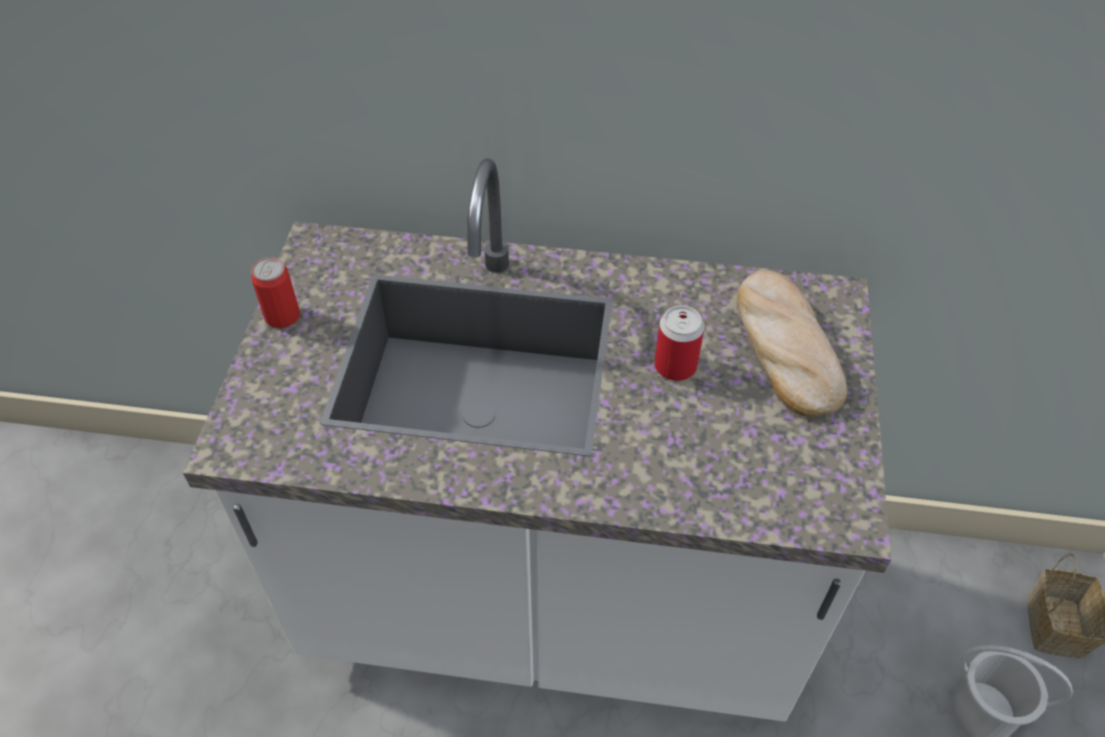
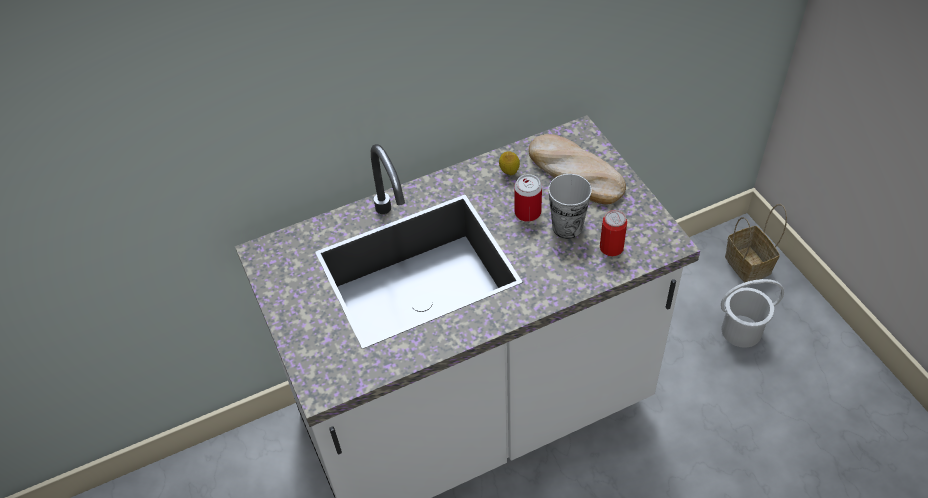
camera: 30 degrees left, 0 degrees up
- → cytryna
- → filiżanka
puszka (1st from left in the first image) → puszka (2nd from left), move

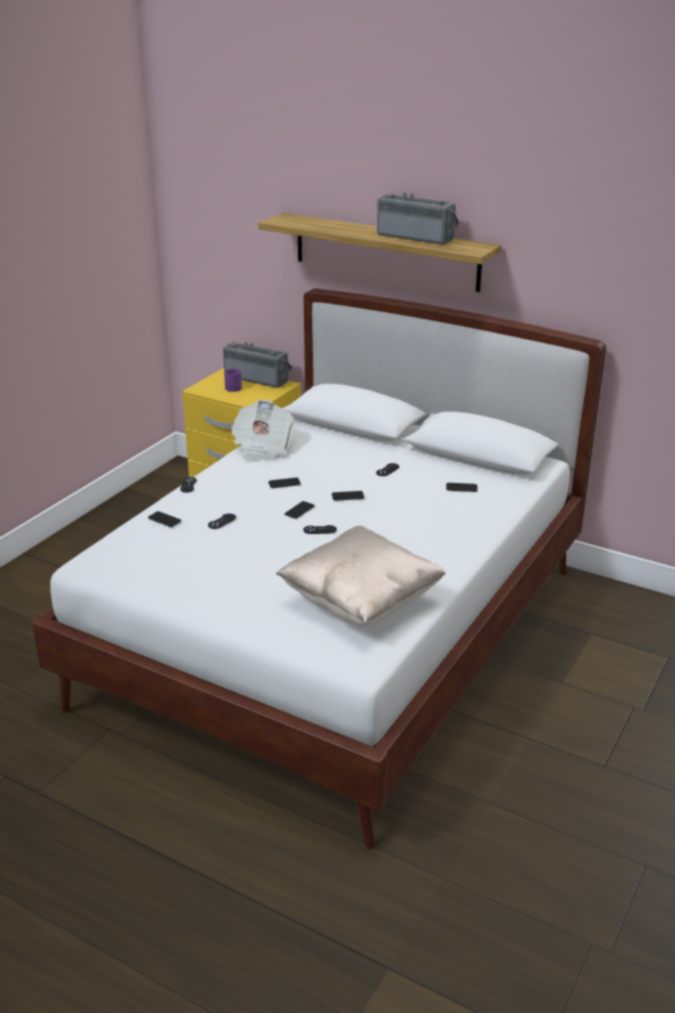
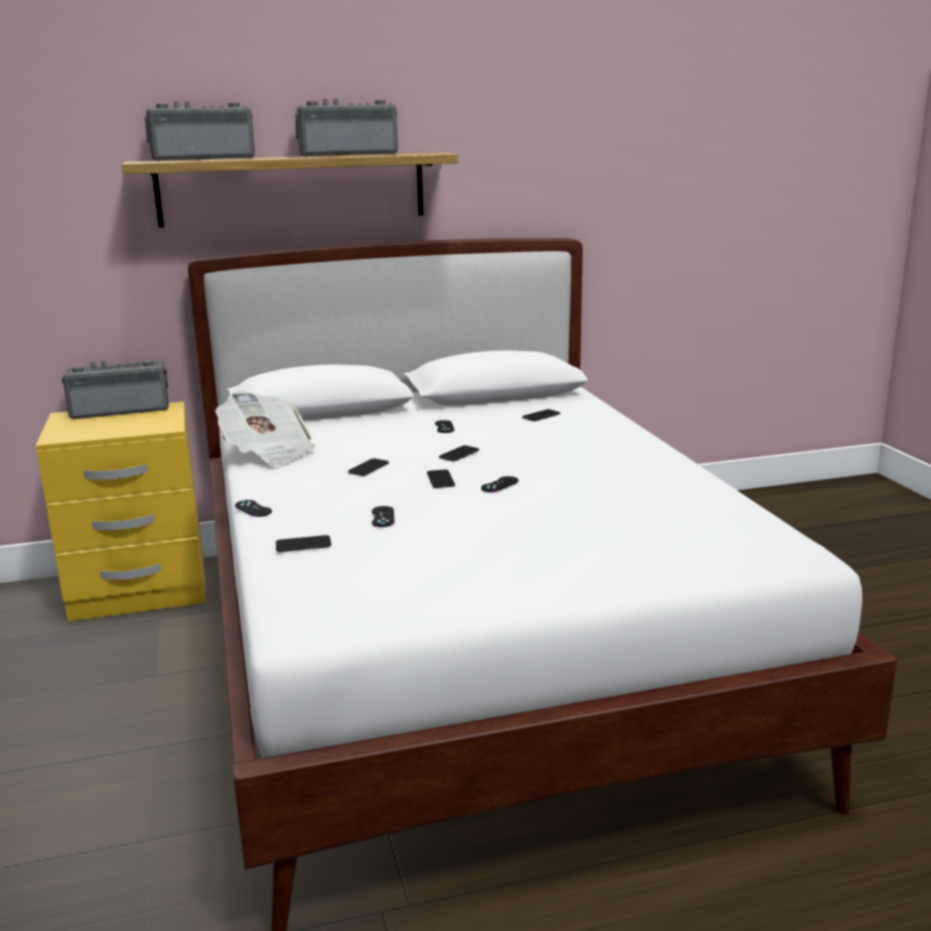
camera: 45 degrees left, 10 degrees down
kubek/fioletowy → -
poduszka/beżowy → -
- → radio (2nd from left)

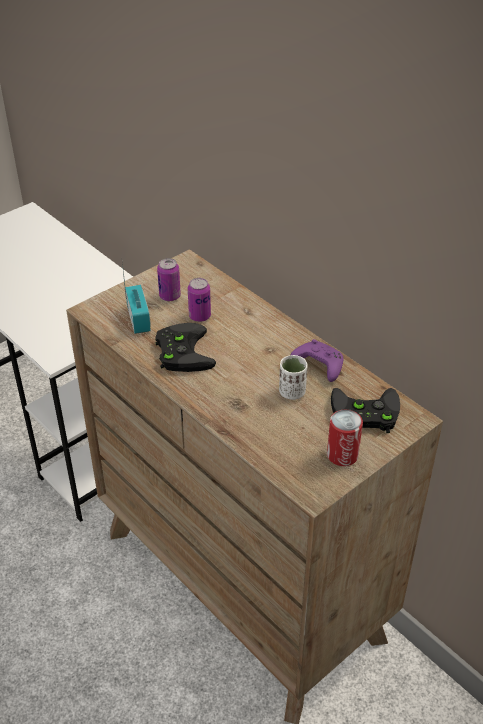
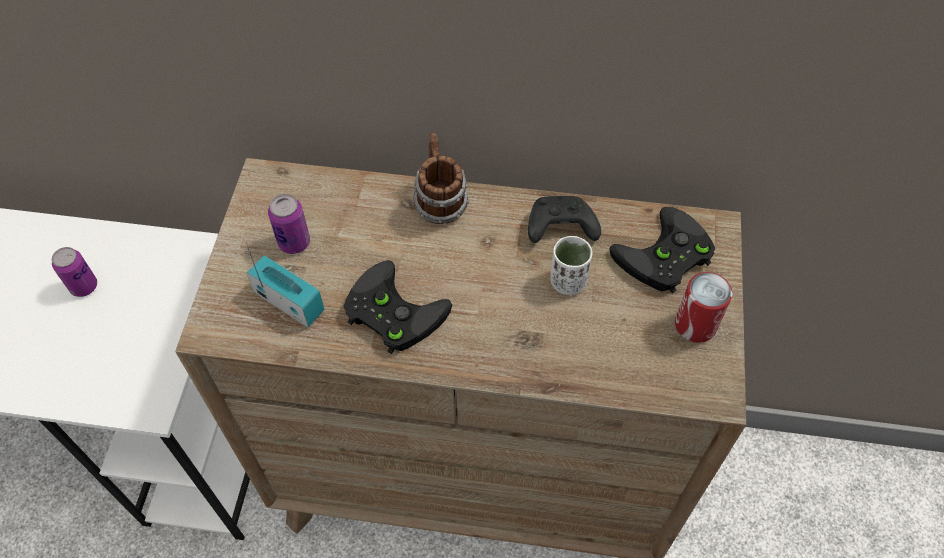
camera: 40 degrees left, 15 degrees up
- → kubek
puszka (2nd from left in the first image) → puszka (1st from left), move
pad do gier/fioletowy → pad do gier/czarny (2nd from left)

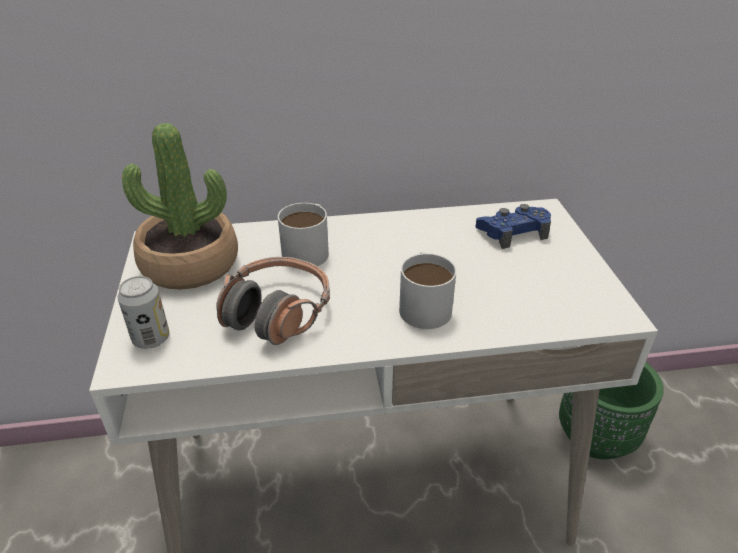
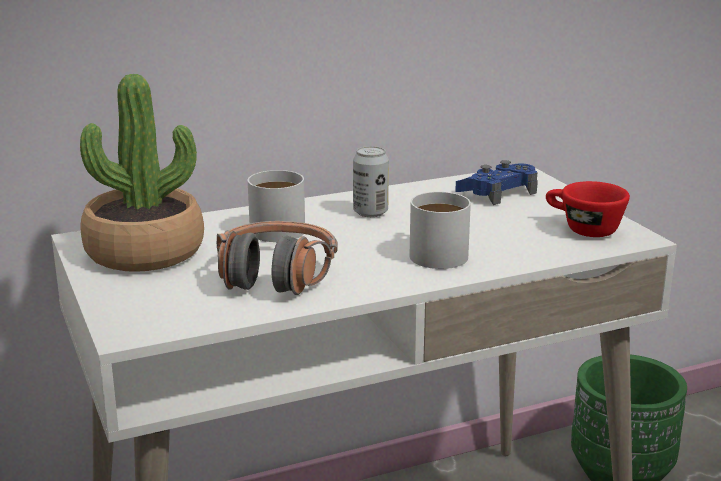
camera: 15 degrees left, 15 degrees down
- → filiżanka/czerwony
puszka, move

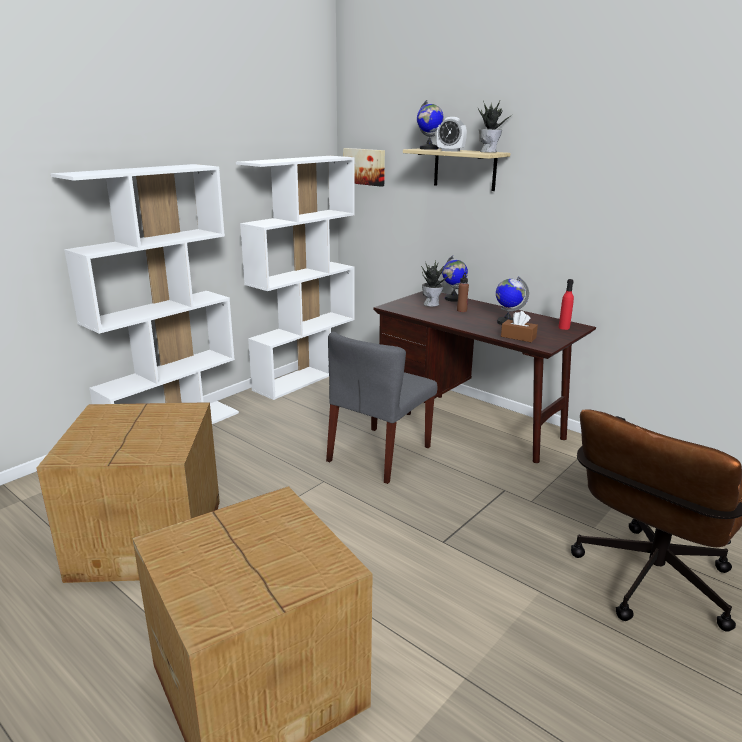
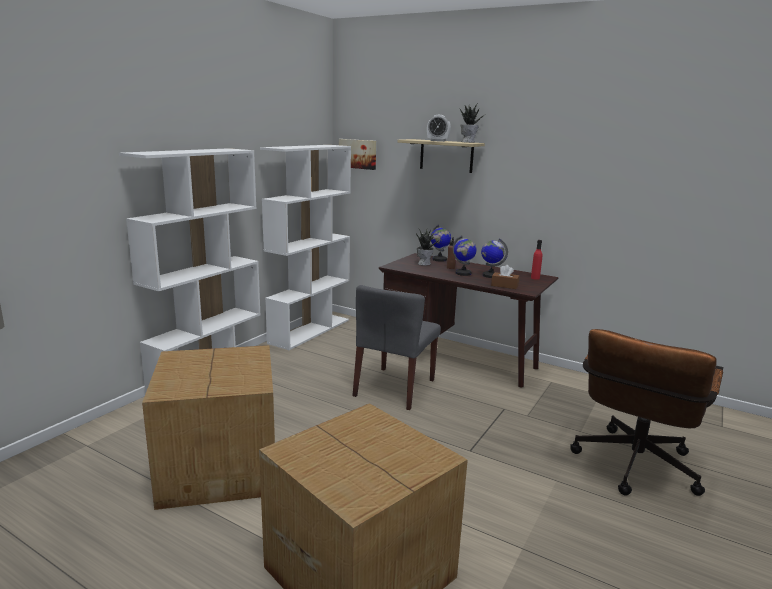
camera: 10 degrees left, 5 degrees down
globus (1st from left in the first image) → globus (2nd from left), move

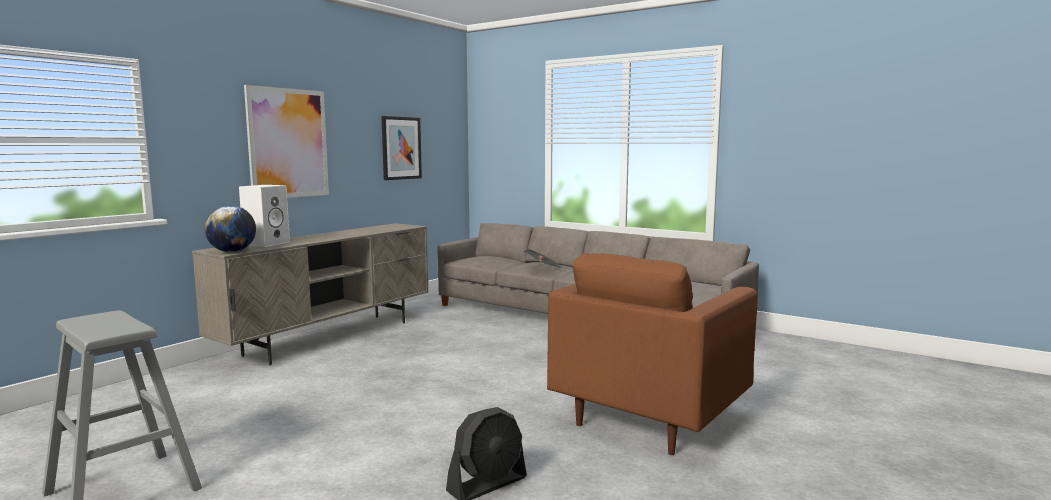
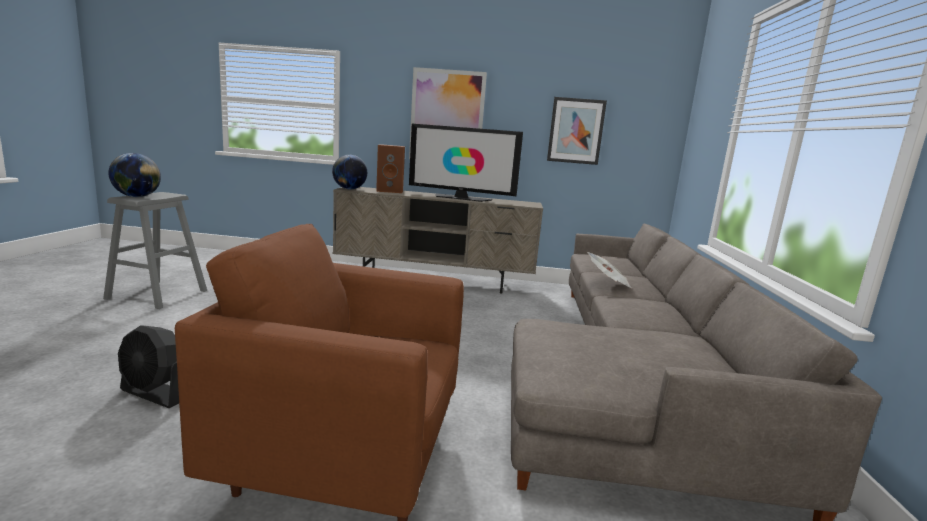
camera: 60 degrees right, 5 degrees up
- → globus (1st from left)
- → telewizor
głośnik/biały → głośnik/brązowy

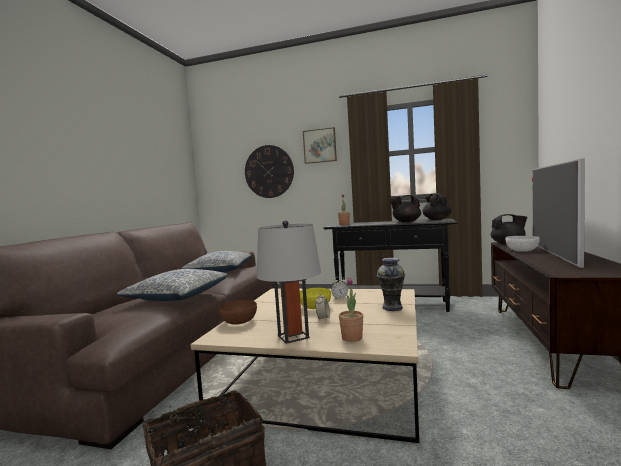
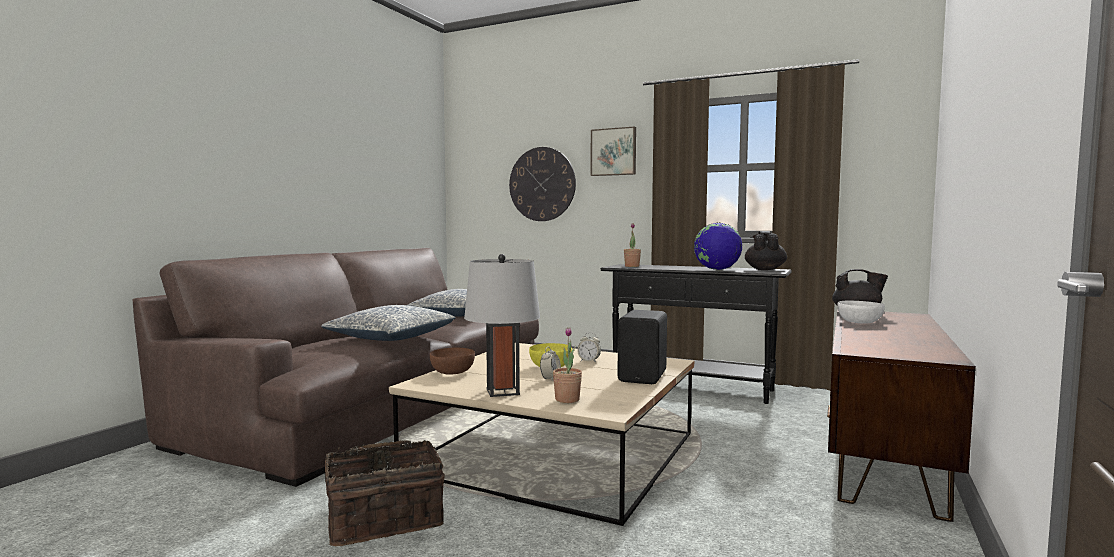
camera: 10 degrees right, 0 degrees up
telewizor → -
wazon → głośnik/czarny
imbryk/czarny (1st from left) → globus

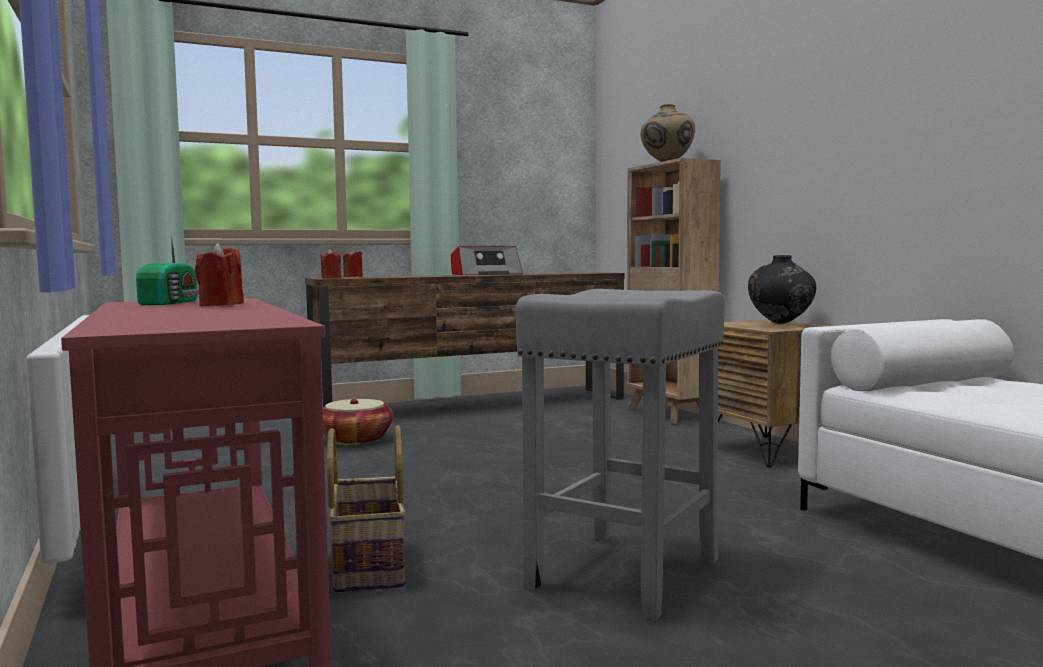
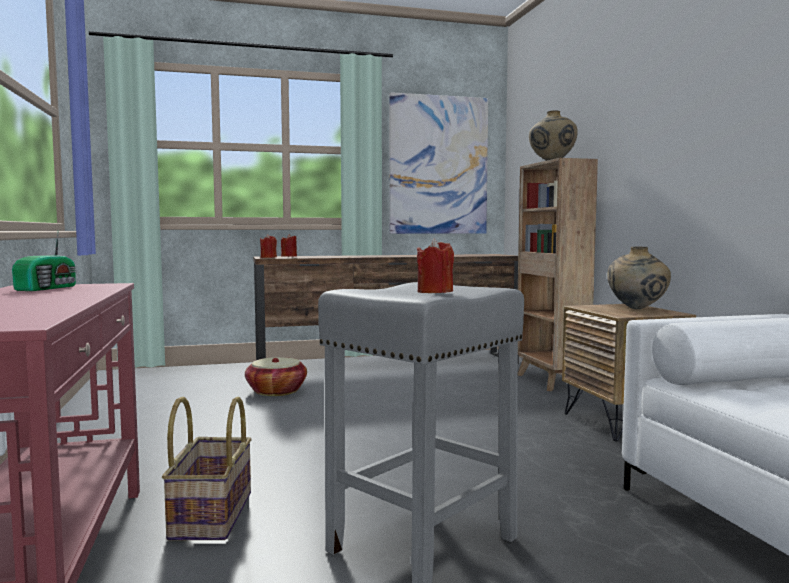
camera: 10 degrees right, 0 degrees up
radio (2nd from left) → -
- → obraz
świeca/czerwony (1st from left in the first image) → świeca/czerwony (3rd from left), move
wazon/czarny → wazon/beżowy (2nd from left)

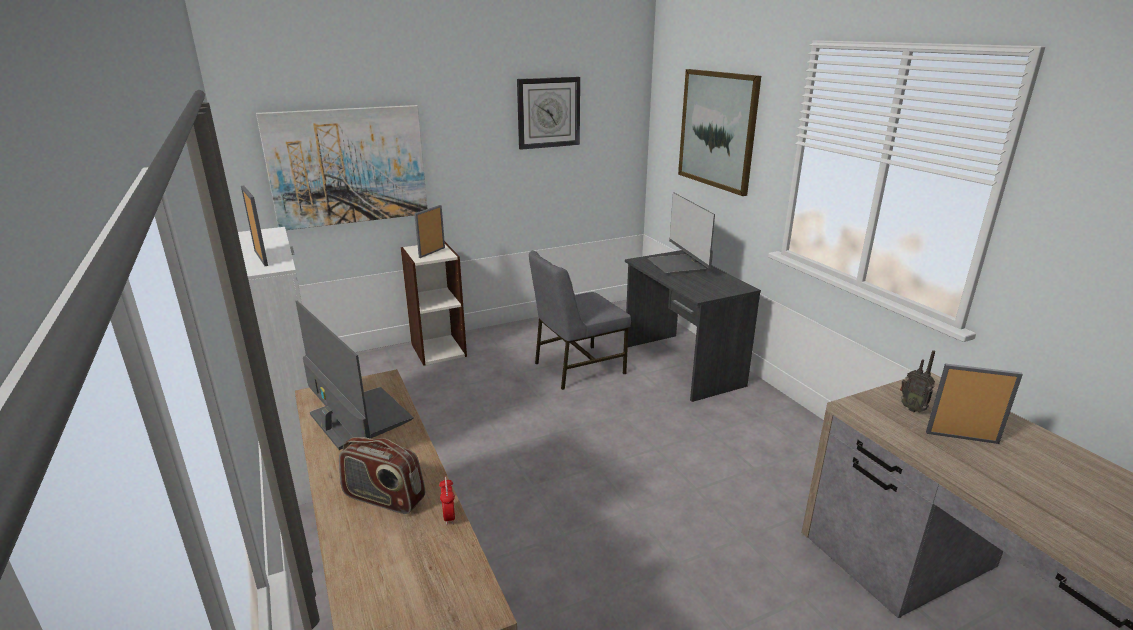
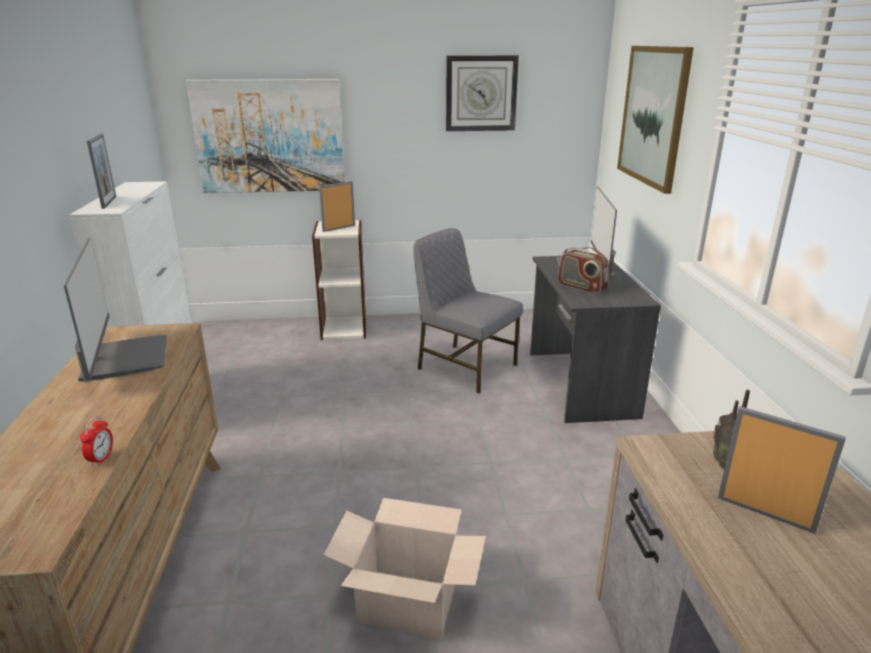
camera: 20 degrees right, 0 degrees up
- → karton
radio (1st from left), move
krzesło/szary, 45 degrees clockwise

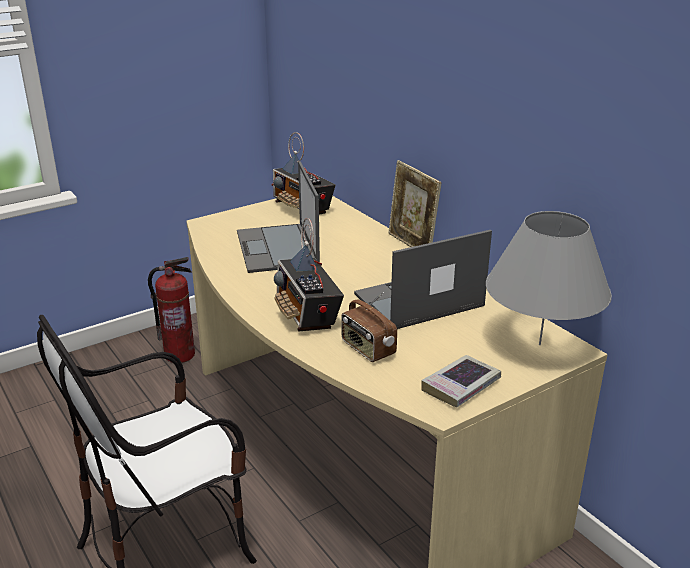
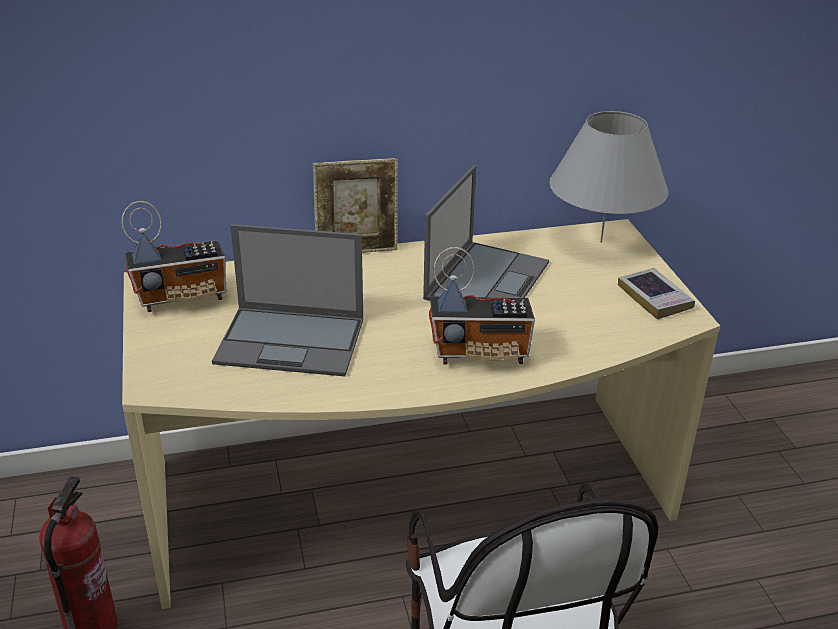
camera: 70 degrees left, 5 degrees up
radio (3rd from left) → -
laptop (2nd from left), 150 degrees counterclockwise

